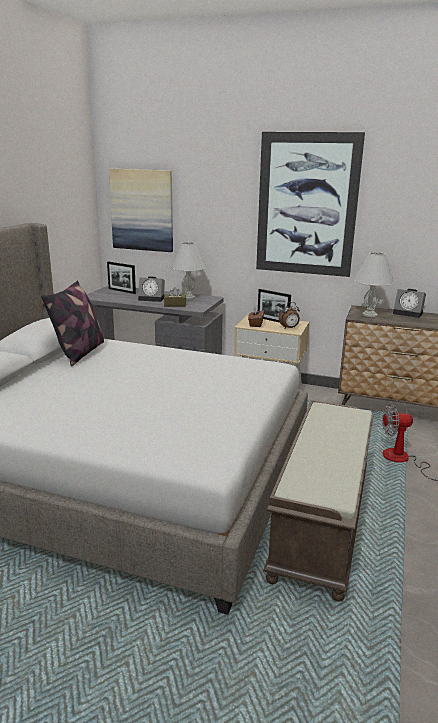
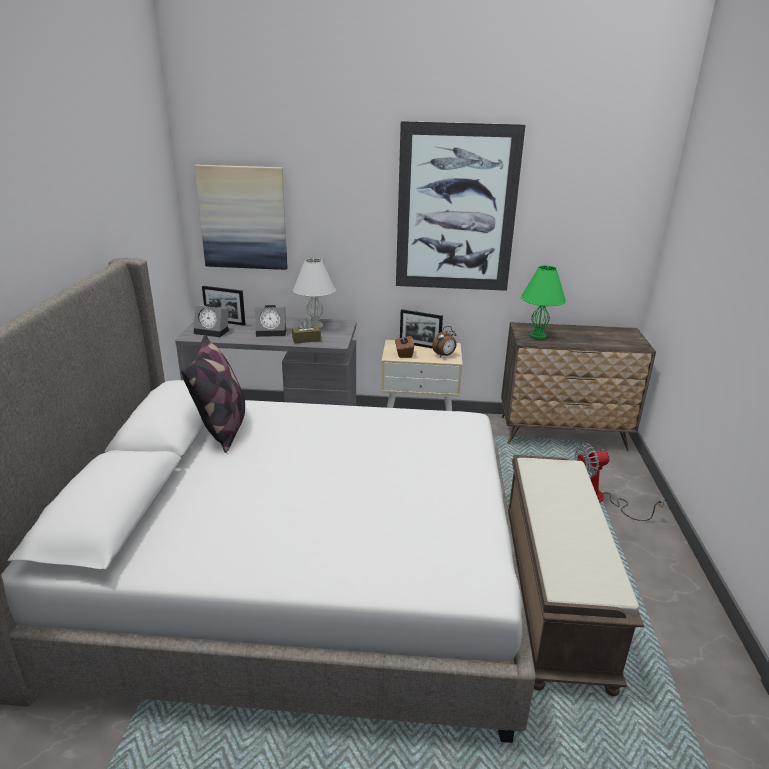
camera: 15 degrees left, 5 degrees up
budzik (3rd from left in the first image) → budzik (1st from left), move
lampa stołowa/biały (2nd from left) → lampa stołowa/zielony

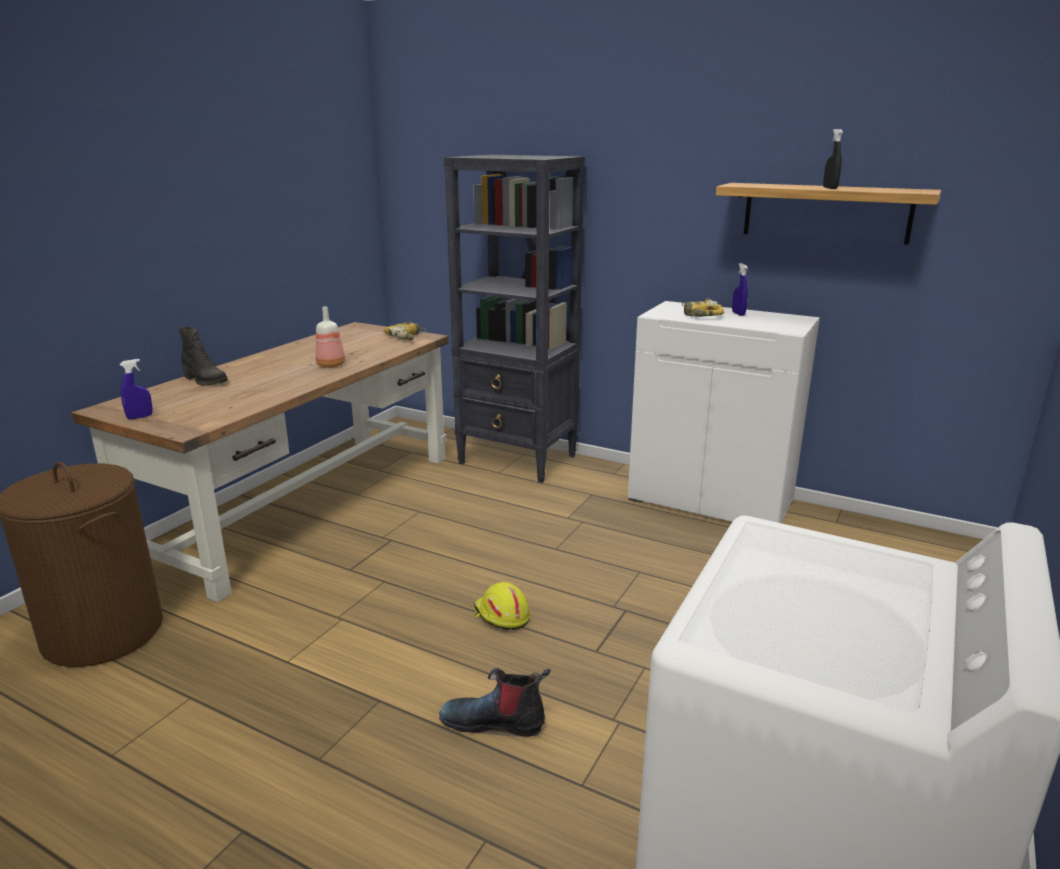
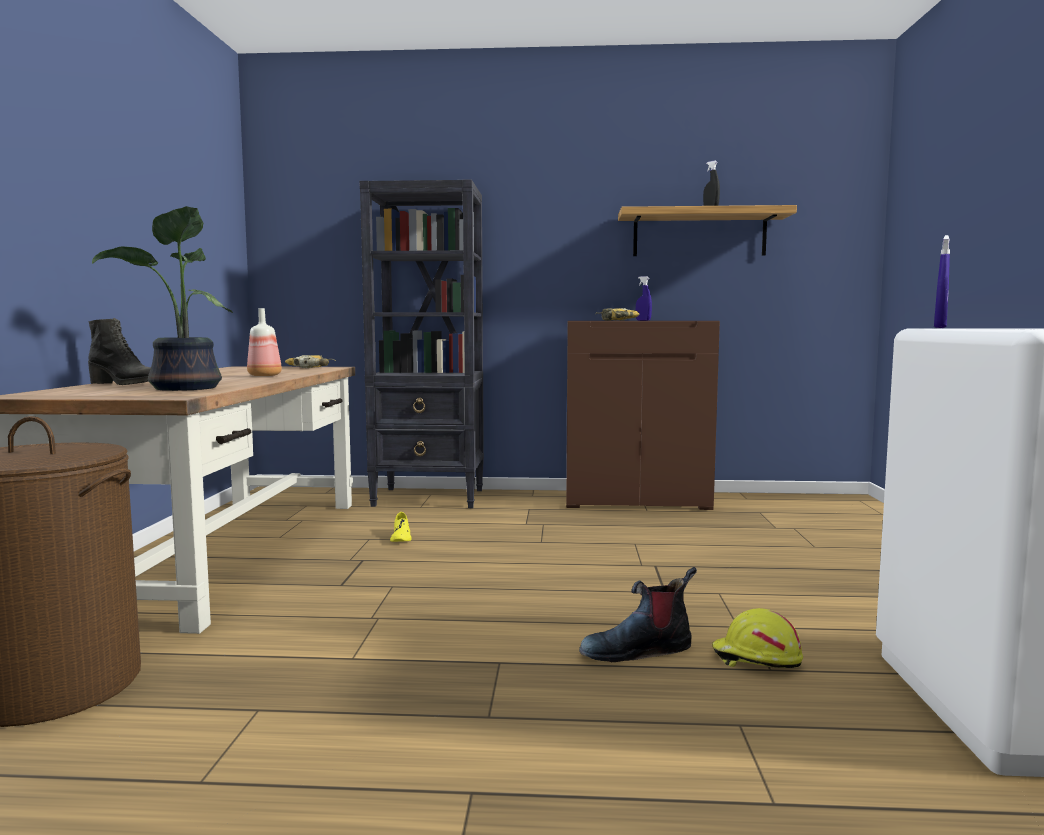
camera: 25 degrees left, 15 degrees down
- → roślina doniczkowa
- → but/żółty
spryskiwacz/niebieski (1st from left in the first image) → spryskiwacz/niebieski (2nd from left), move
kask/żółty, move
szafka/biały → szafka/brązowy

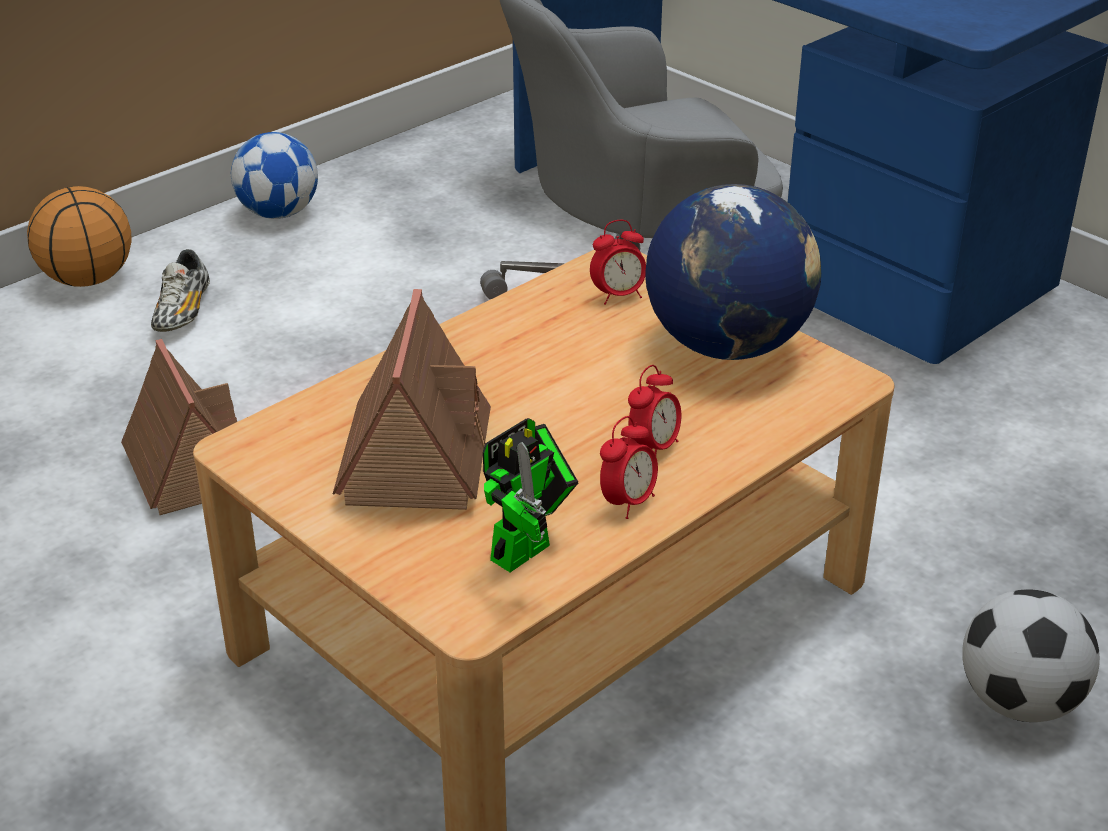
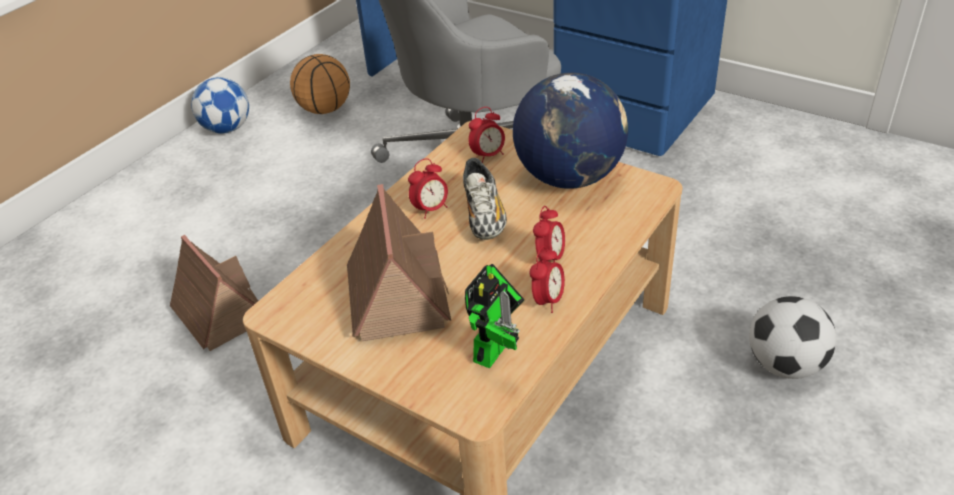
camera: 10 degrees left, 5 degrees up
- → budzik (1st from left)
piłka do koszykówki, move
but, move

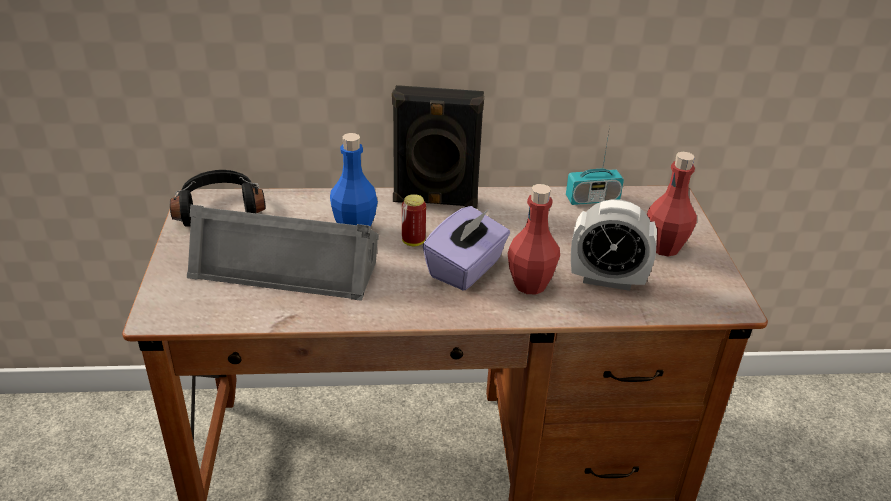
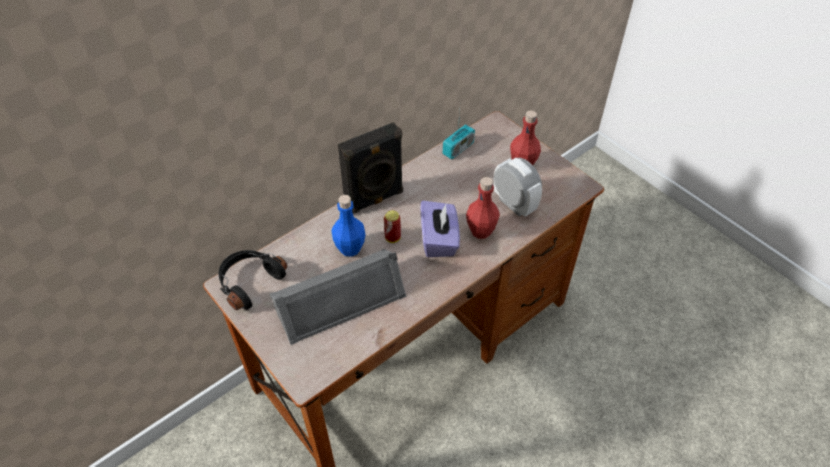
camera: 35 degrees left, 15 degrees up
budzik, 105 degrees counterclockwise

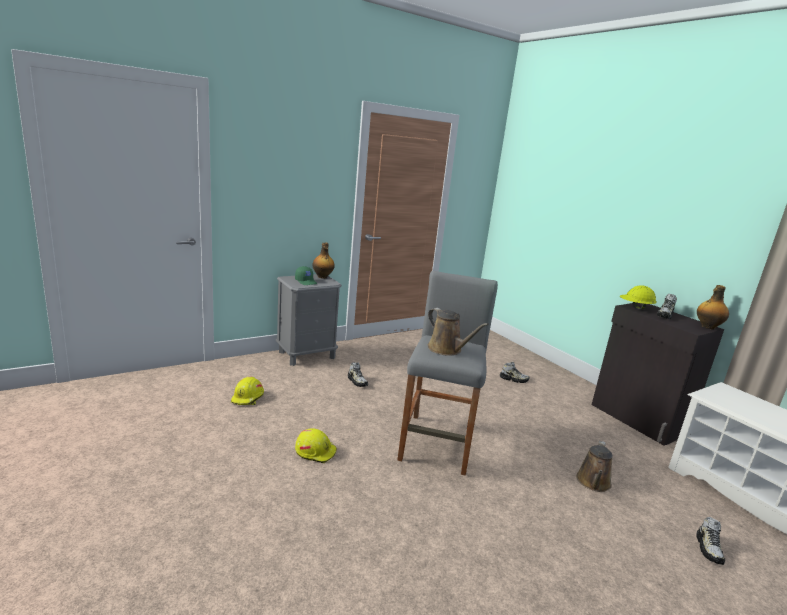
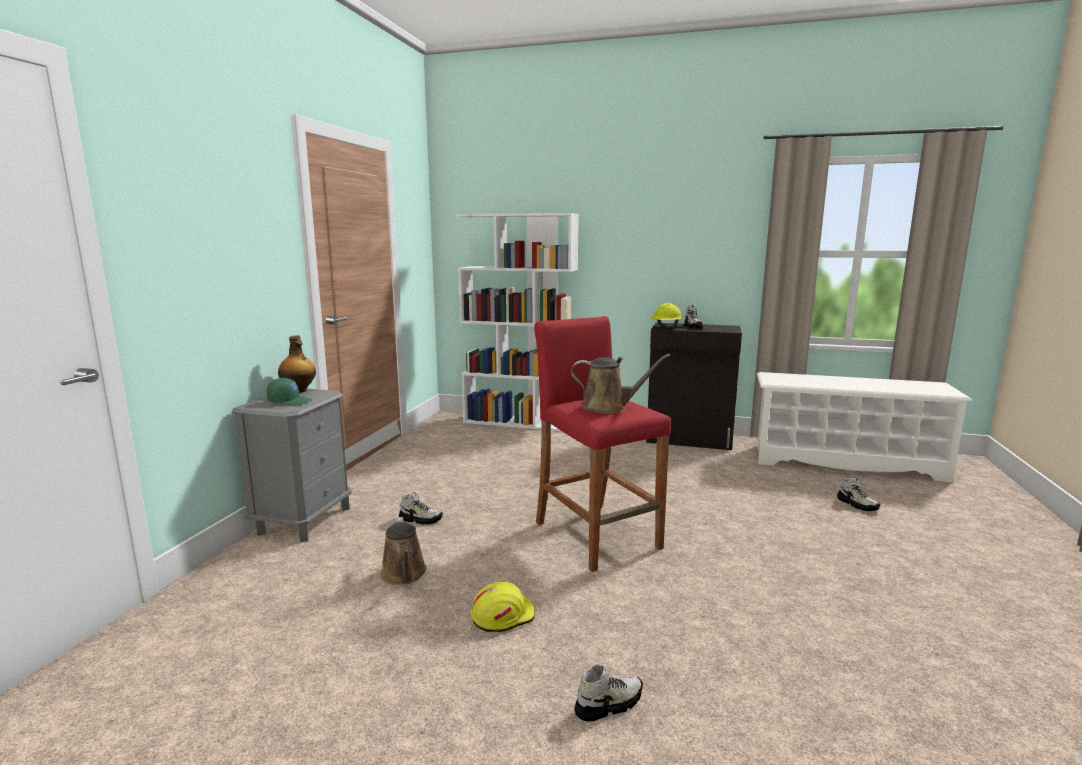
camera: 40 degrees left, 5 degrees down
kask/żółty (1st from left) → -
butelka (2nd from left) → -
- → regał/biały
but (2nd from left), move
konewka/brązowy (2nd from left in the first image) → konewka/brązowy (1st from left), move
stołek/szary → stołek/czerwony

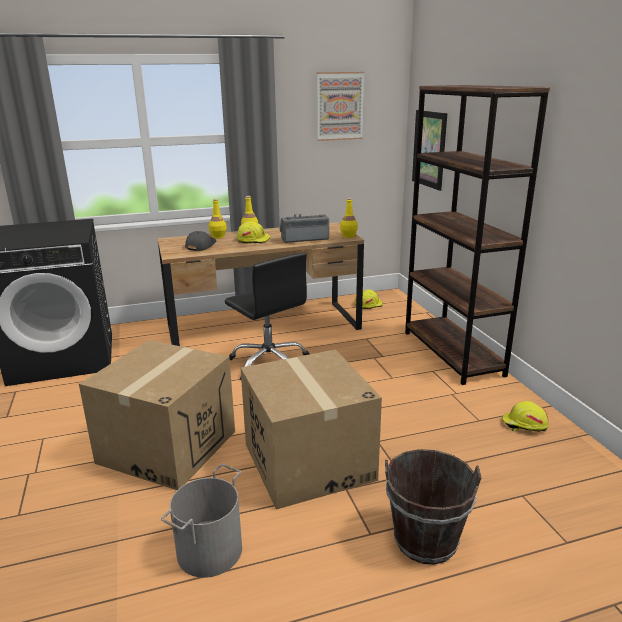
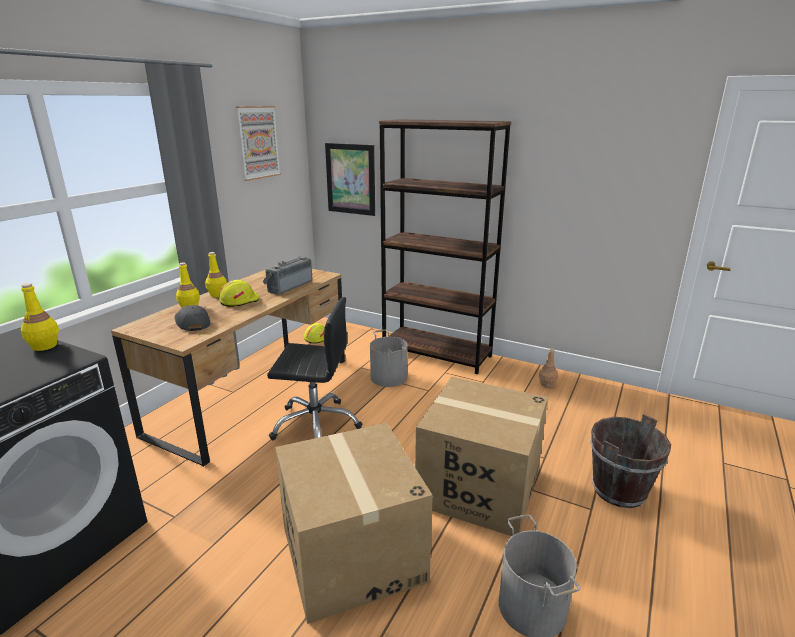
camera: 45 degrees left, 0 degrees up
- → wiadro/szary (1st from left)
butelka/żółty (3rd from left in the first image) → butelka/żółty (1st from left), move
kask/żółty (3rd from left) → butelka/brązowy

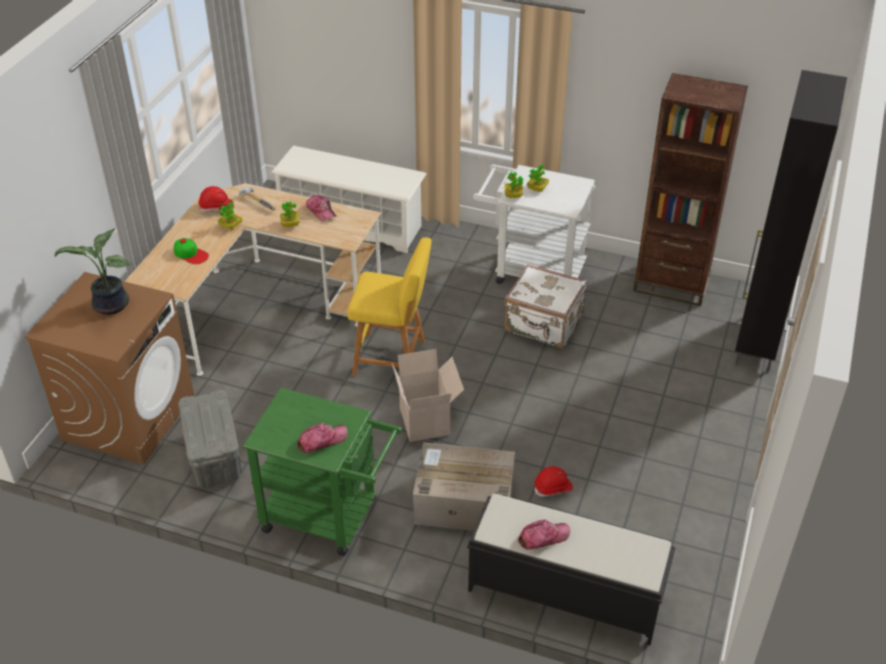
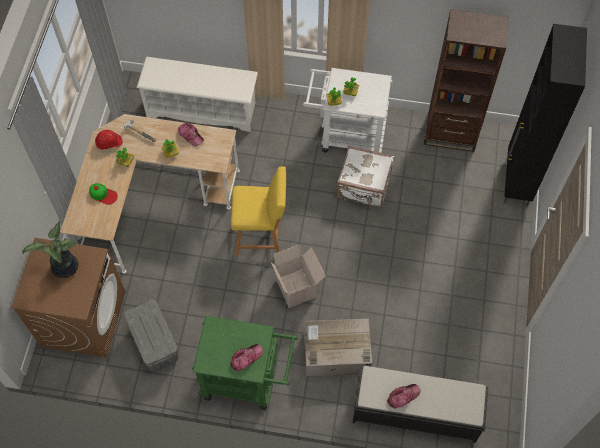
camera: 10 degrees left, 20 degrees up
kask/czerwony (2nd from left) → -

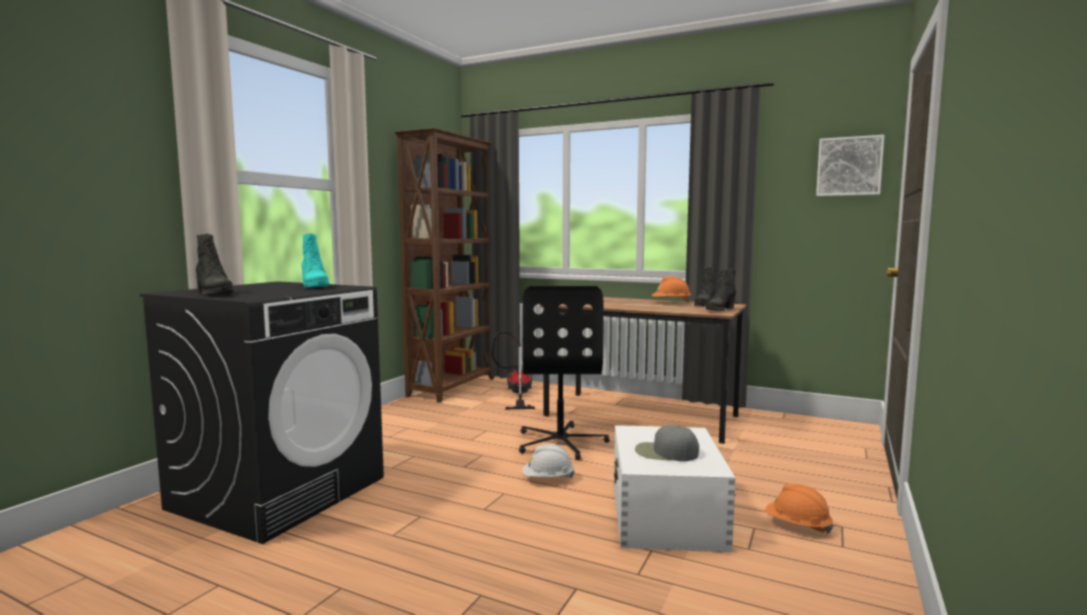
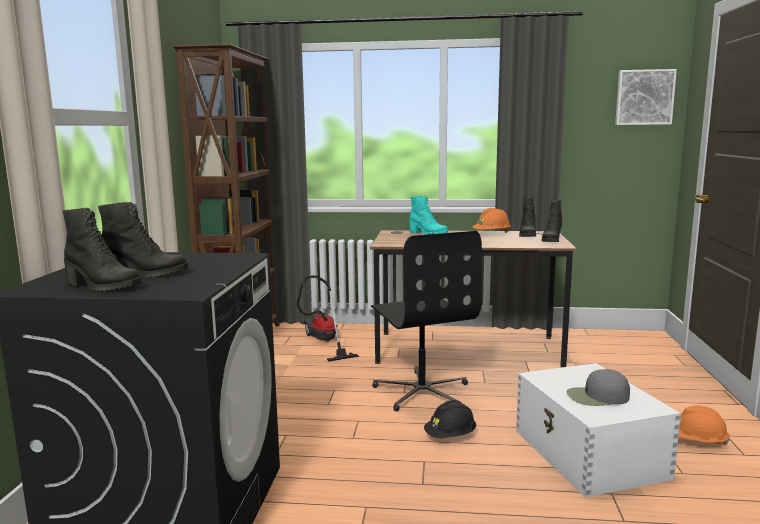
camera: 20 degrees left, 5 degrees up
- → but z cholewką/czarny (2nd from left)
but z cholewką/turkusowy, move
kask/biały → kask/czarny

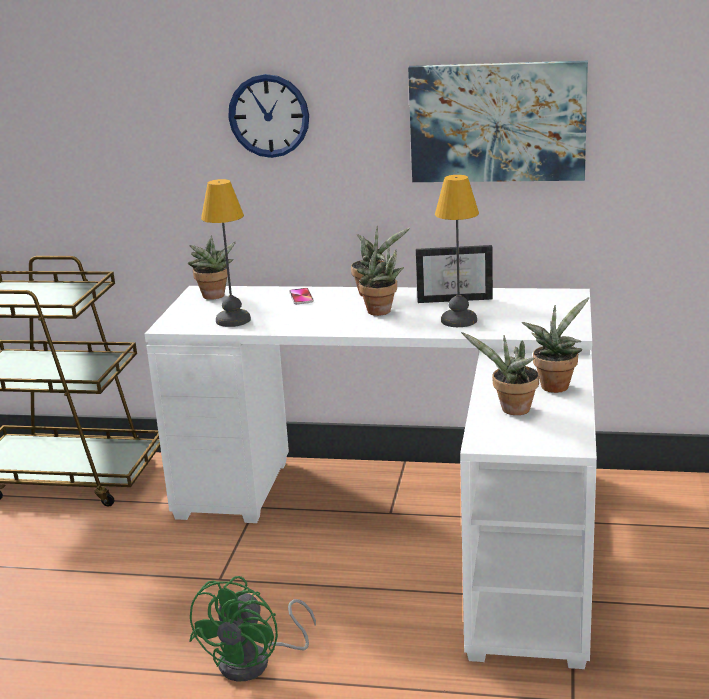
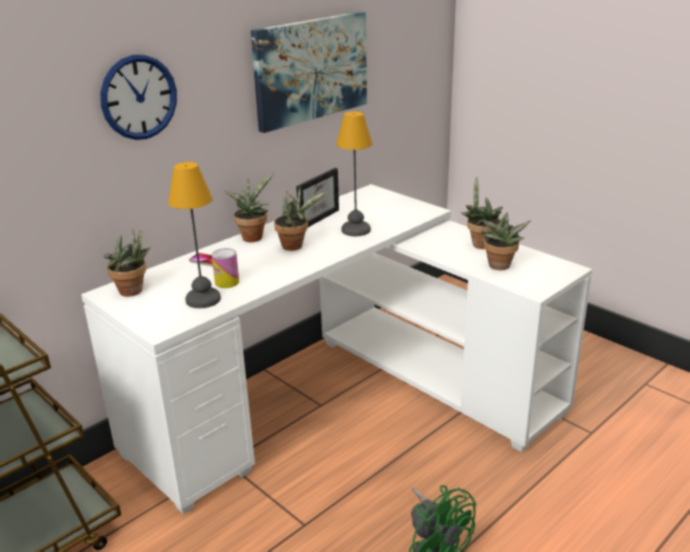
camera: 55 degrees left, 5 degrees up
- → puszka

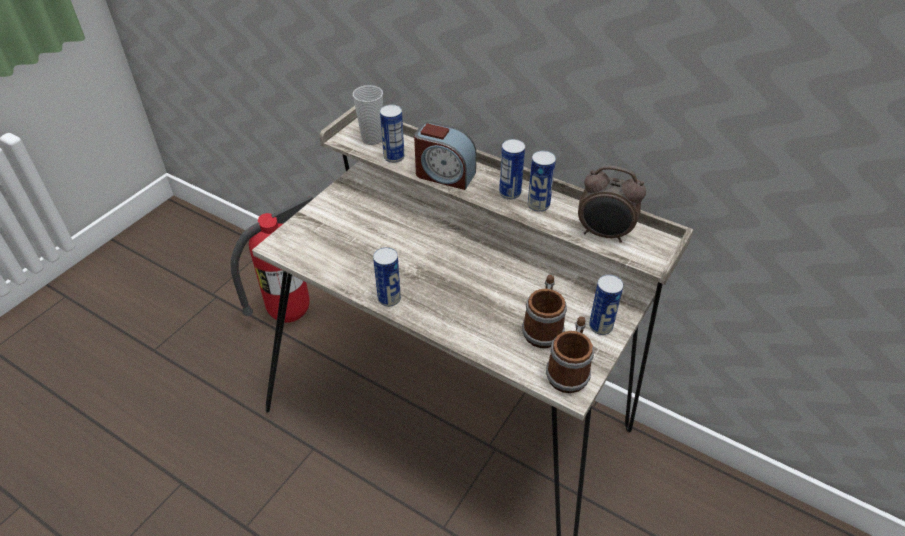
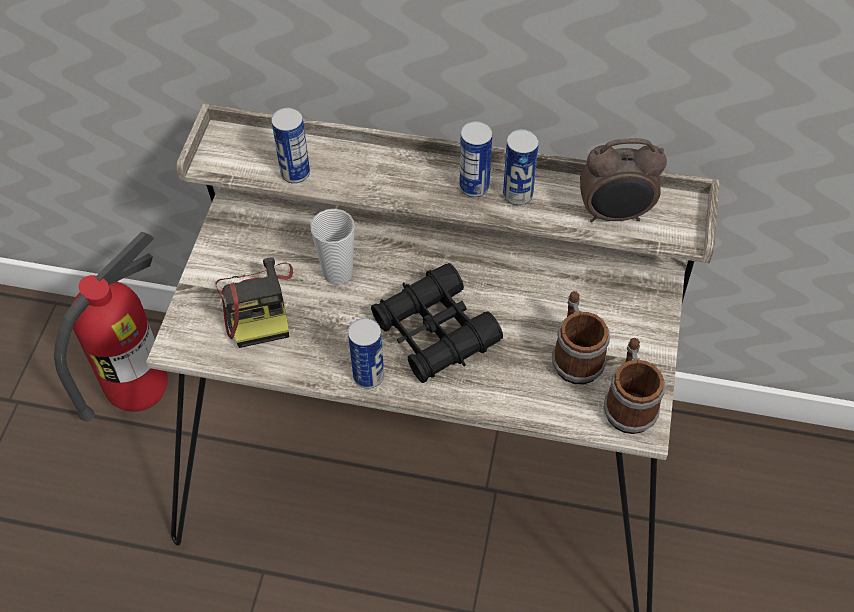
camera: 20 degrees left, 10 degrees up
budzik (1st from left) → -
puszka (5th from left) → -
- → aparat fotograficzny
- → lornetka/czarny
filiżanka, move

